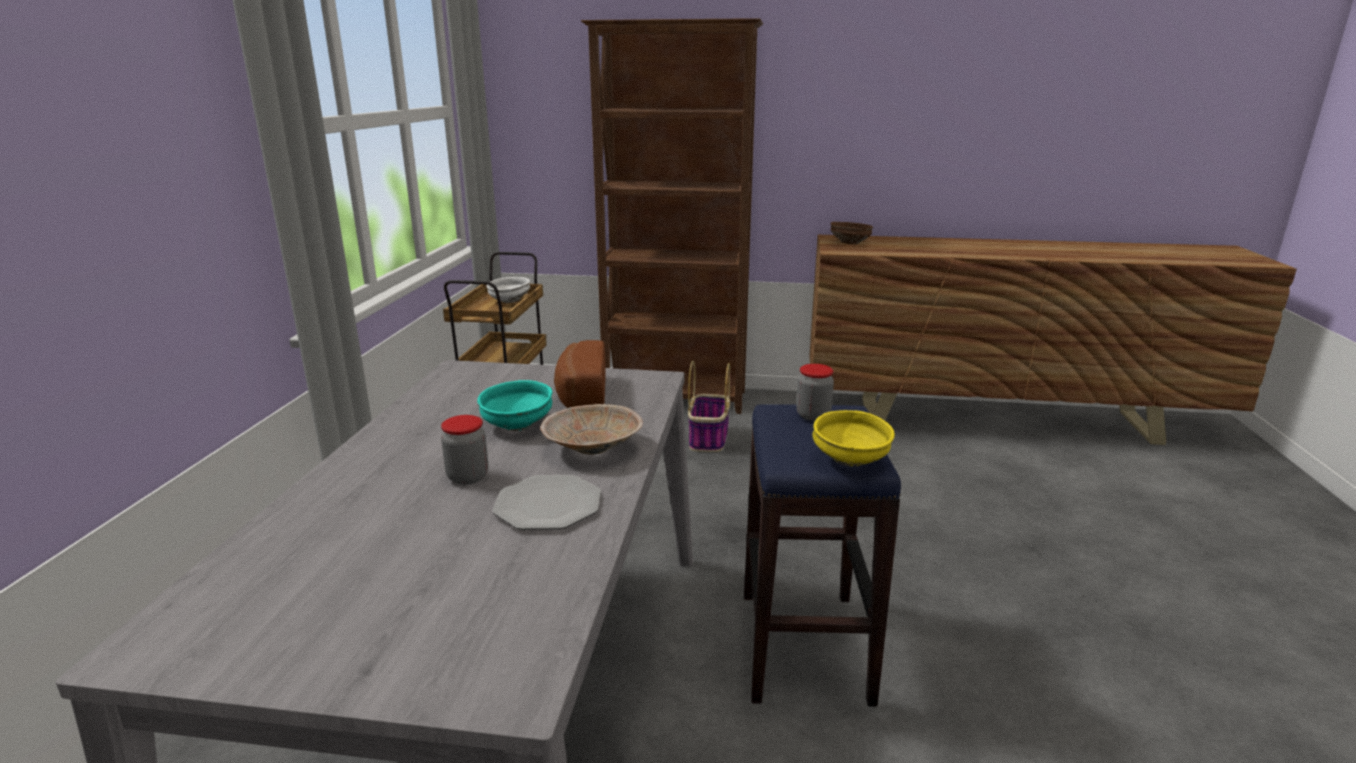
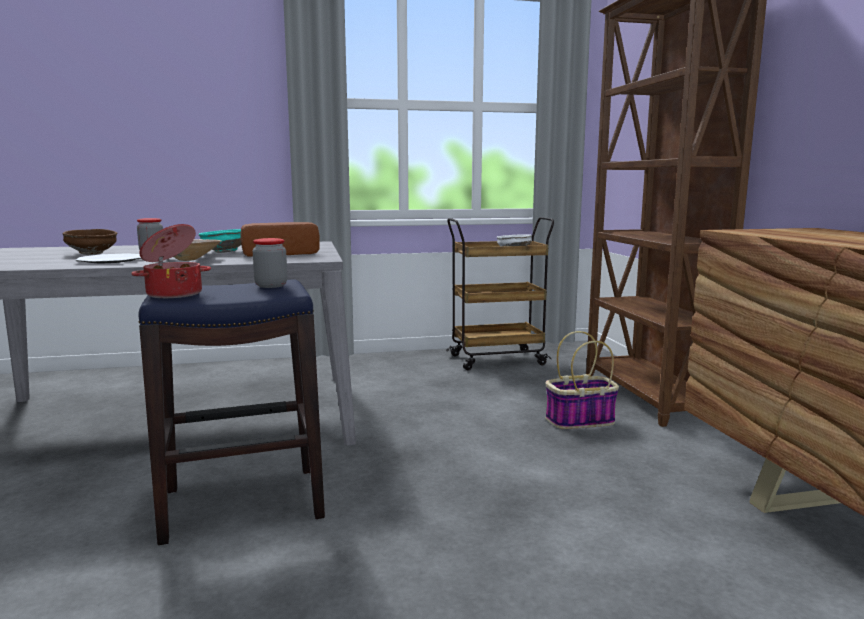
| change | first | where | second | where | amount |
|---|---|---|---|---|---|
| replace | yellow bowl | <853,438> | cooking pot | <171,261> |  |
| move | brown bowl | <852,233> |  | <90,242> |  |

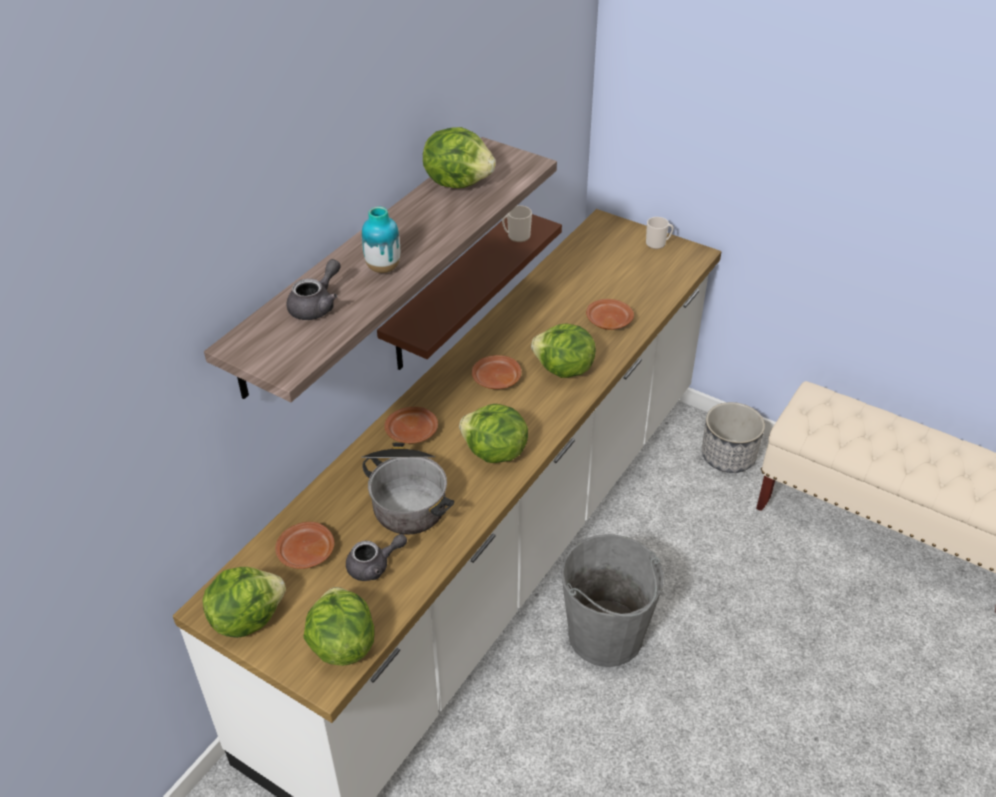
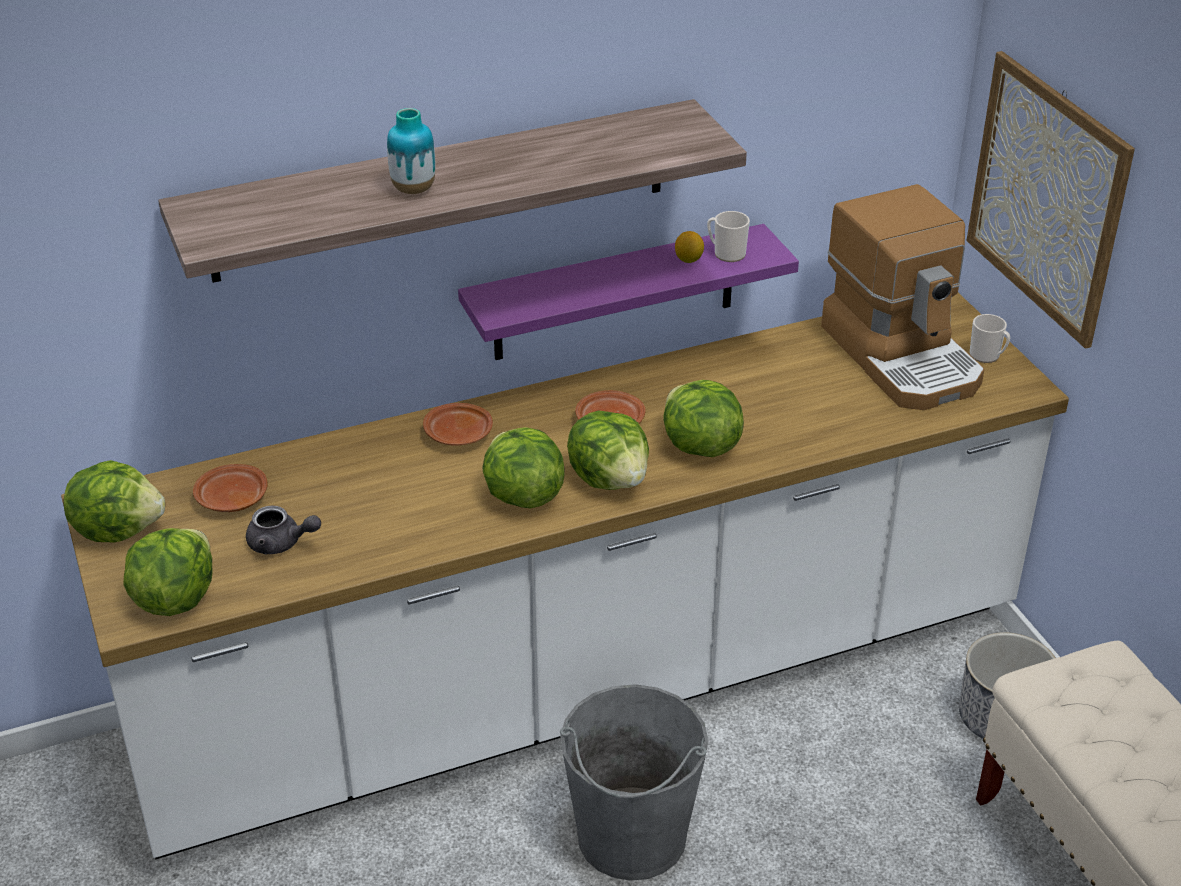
| change | first | where | second | where | amount |
|---|---|---|---|---|---|
| delete | grey teapot | <313,289> |  |  |  |
| delete | cooking pot | <407,488> |  |  |  |
| recolor | brown shelf | <469,292> | purple shelf | <628,292> |  |
| move | lettuce | <459,157> |  | <608,450> |  |
| delete | brown plate | <610,314> |  |  |  |
| insert |  |  | lemon | <689,247> |  |
| insert |  |  | coffee machine | <902,297> |  |
| insert |  |  | picture | <1050,200> |  |

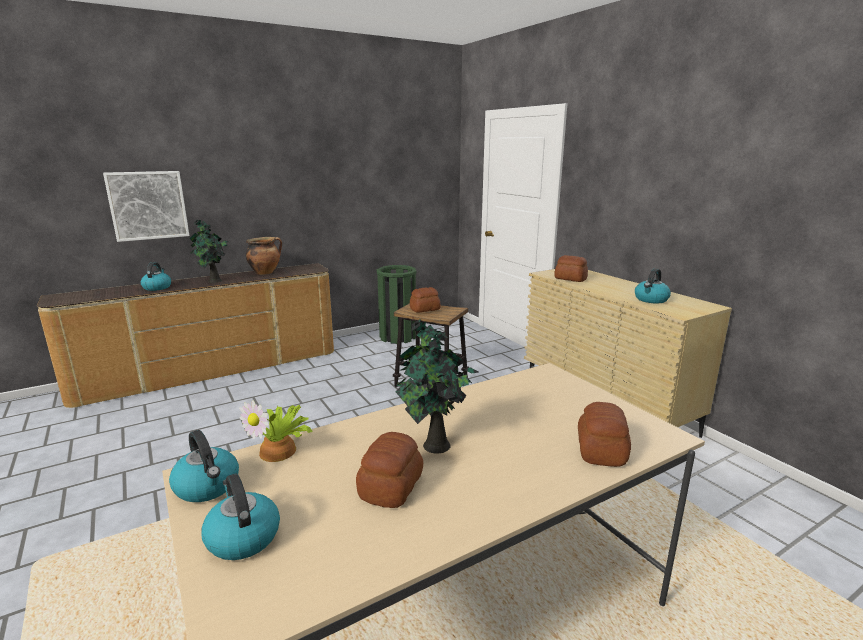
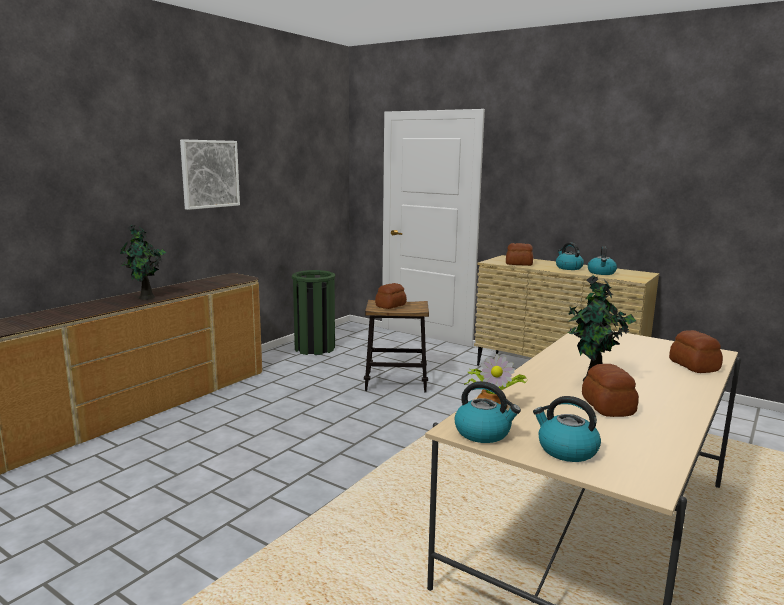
| change | first | where | second | where | amount |
|---|---|---|---|---|---|
| move | picture | <146,206> |  | <210,174> |  |
| move | kettle | <155,276> |  | <570,256> |  |
| delete | cooking pot | <264,256> |  |  |  |

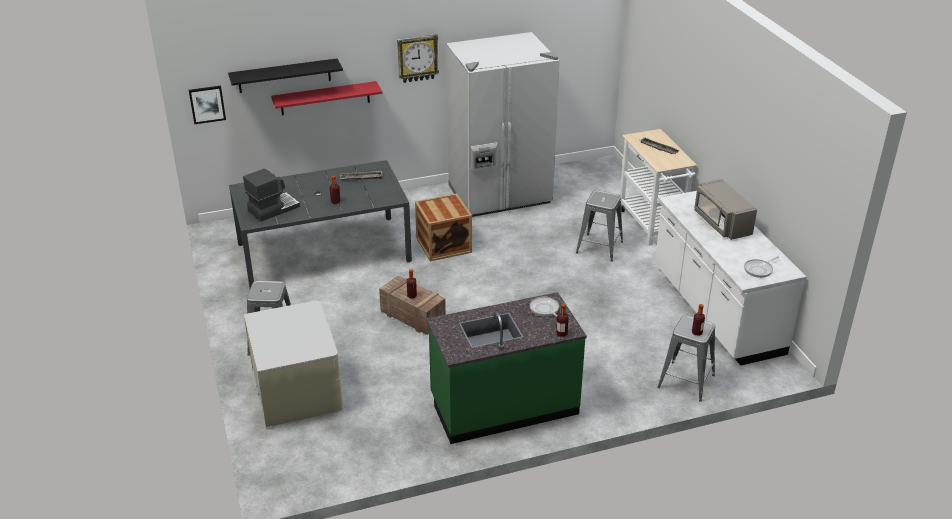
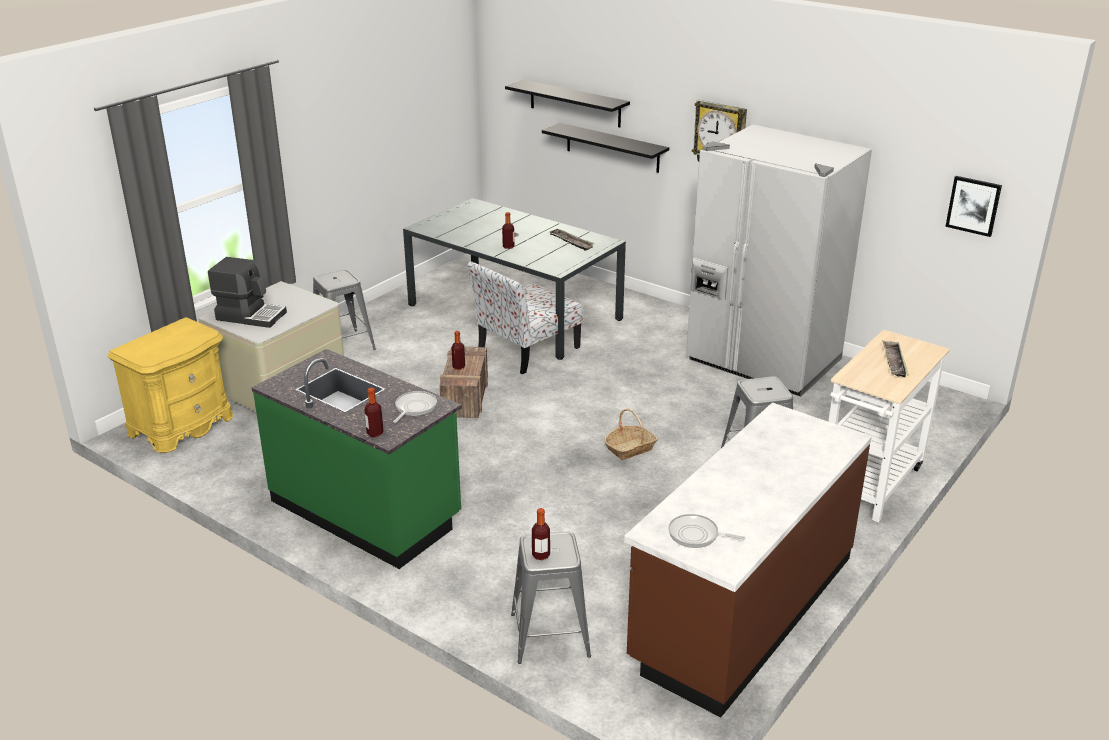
| change | first | where | second | where | amount |
|---|---|---|---|---|---|
| move | picture | <207,105> |  | <973,206> |  |
| move | coffee machine | <271,195> |  | <247,292> |  |
| recolor | red shelf | <327,98> | black shelf | <605,148> |  |
| delete | crate | <443,227> |  |  |  |
| recolor | white counter | <730,278> | brown counter | <748,560> |  |
| delete | grey microwave | <725,209> |  |  |  |
| insert |  |  | yellow nightstand | <170,385> |  |
| insert |  |  | chair | <525,317> |  |
| insert |  |  | basket | <631,434> |  |

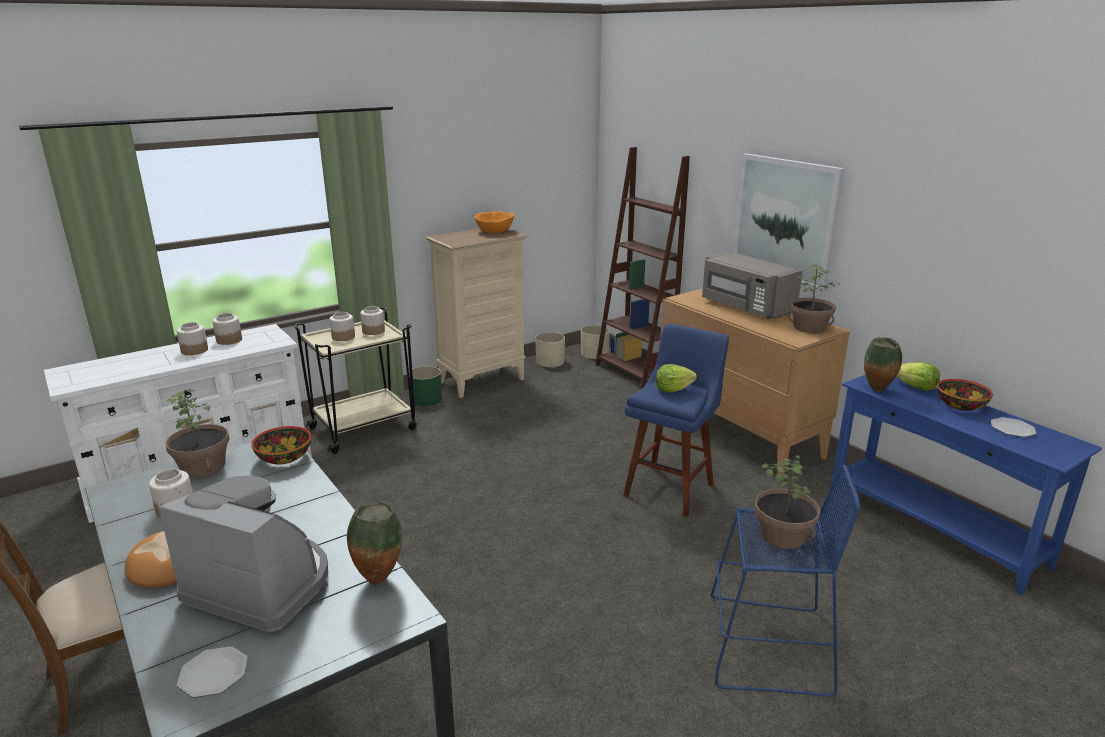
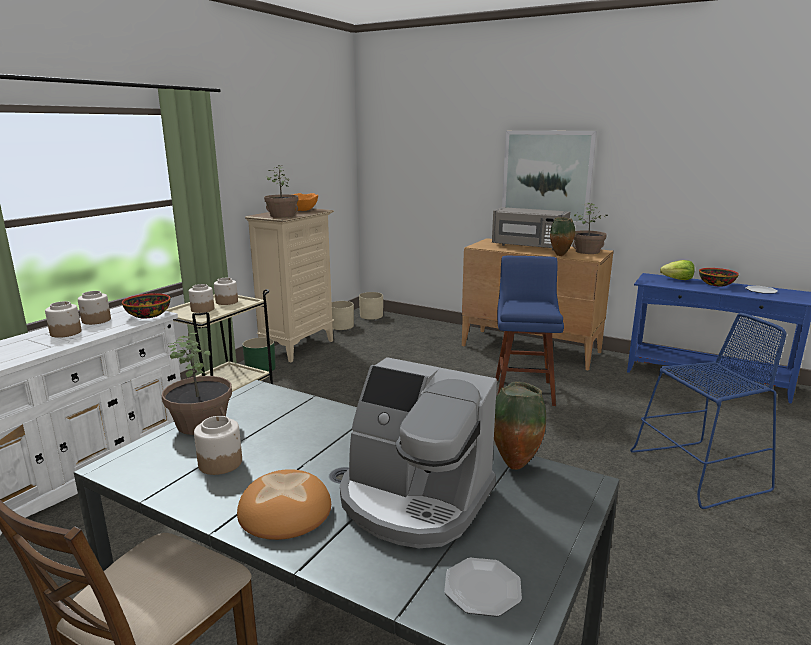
| change | first | where | second | where | amount |
|---|---|---|---|---|---|
| rotate | coffee machine | <243,554> |  | <418,452> | 150 degrees counterclockwise |
| move | bowl | <281,445> |  | <146,305> |  |
| delete | brown bookcase | <642,268> |  |  |  |
| delete | lettuce | <676,378> |  |  |  |
| move | potted plant | <787,502> |  | <281,191> |  |
| move | vase | <883,364> |  | <562,236> |  |

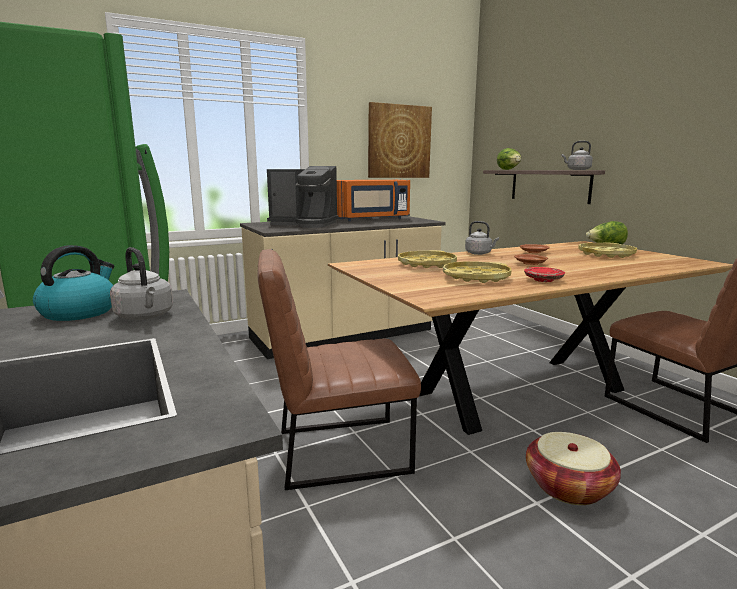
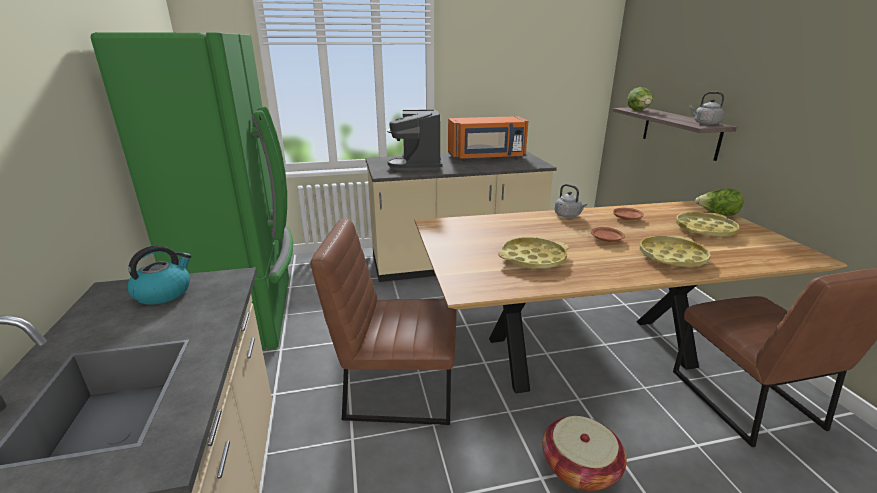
| change | first | where | second | where | amount |
|---|---|---|---|---|---|
| delete | grey kettle | <141,283> |  |  |  |
| rotate | coffee machine | <303,197> |  | <415,140> | 60 degrees clockwise |
| delete | picture | <400,140> |  |  |  |
| move | yellow tray | <427,259> |  | <675,251> |  |
| delete | red plate | <544,274> |  |  |  |

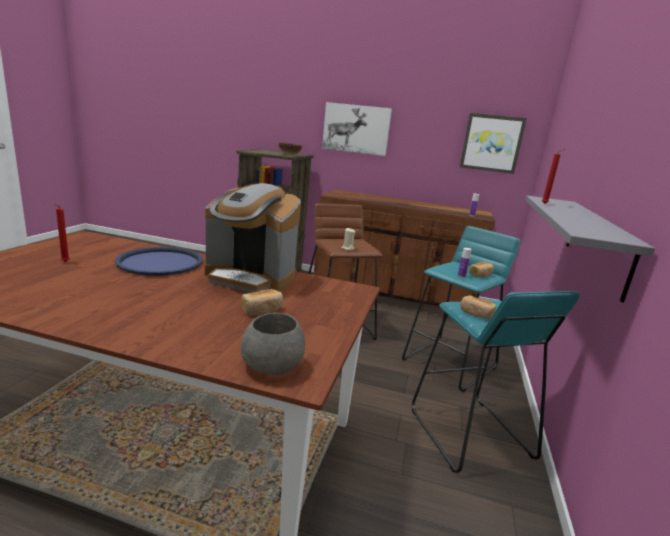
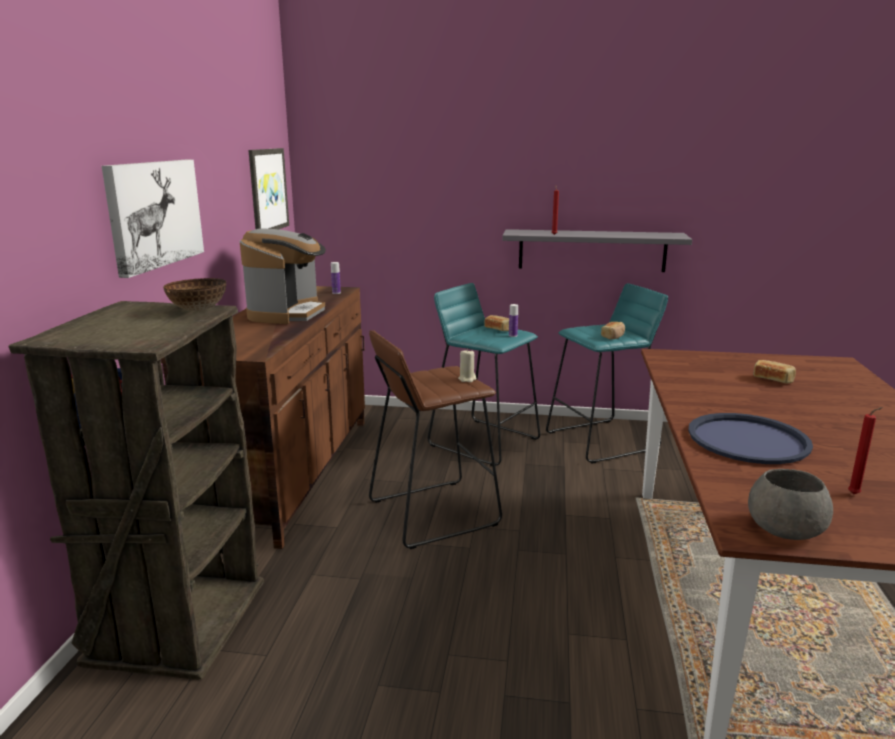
| change | first | where | second | where | amount |
|---|---|---|---|---|---|
| move | coffee machine | <253,238> |  | <283,276> |  |
| move | grey bowl | <273,344> |  | <790,504> |  |

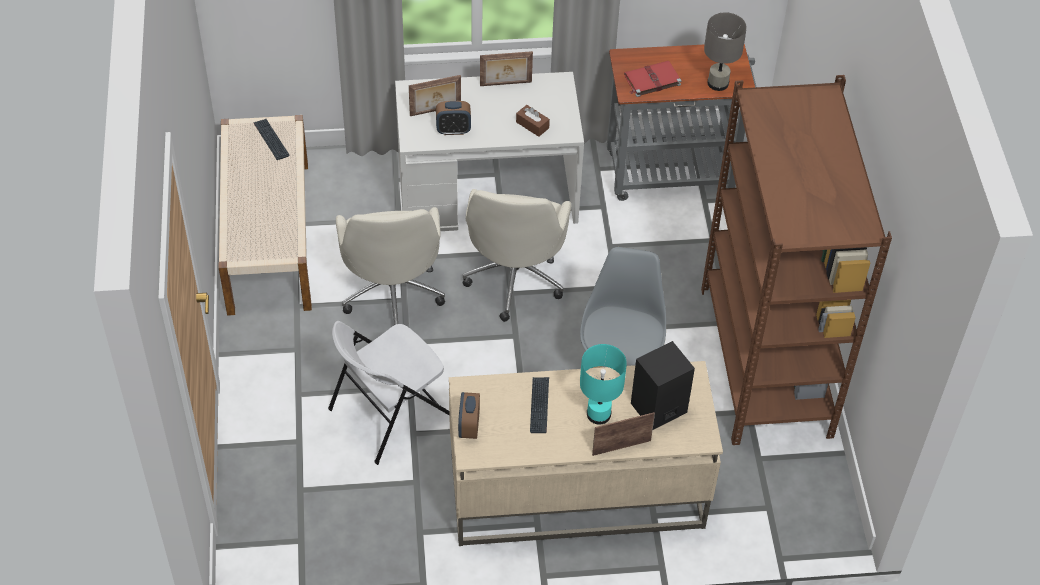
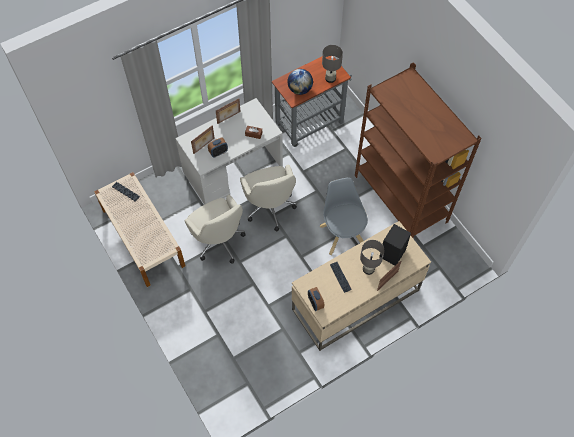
| change | first | where | second | where | amount |
|---|---|---|---|---|---|
| delete | white chair | <388,393> |  |  |  |
| recolor | turquoise table lamp | <603,384> | grey table lamp | <372,257> |  |
| replace | red book | <652,79> | globe | <300,82> |  |

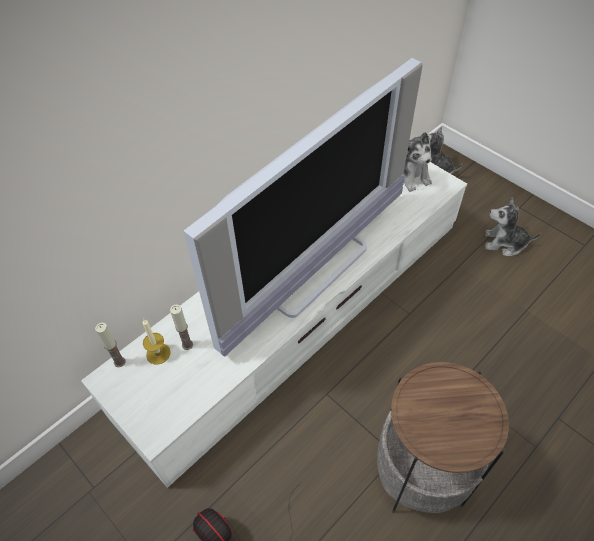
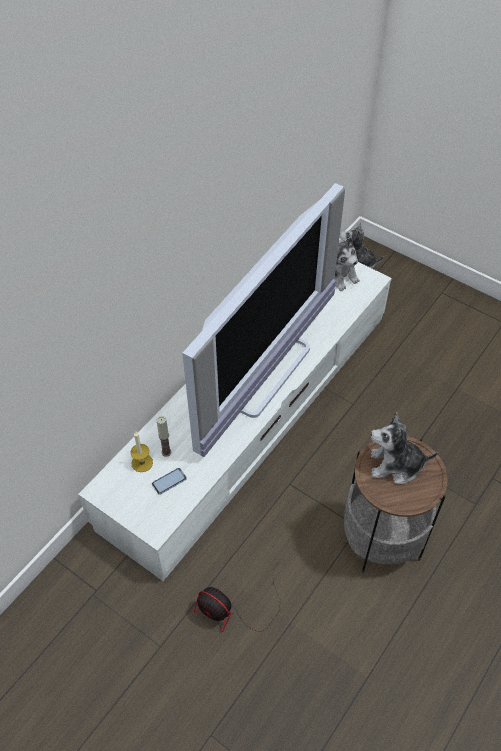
| change | first | where | second | where | amount |
|---|---|---|---|---|---|
| delete | candle | <110,345> |  |  |  |
| move | plush toy | <513,227> |  | <404,448> |  |
| insert |  |  | phone | <169,481> |  |

